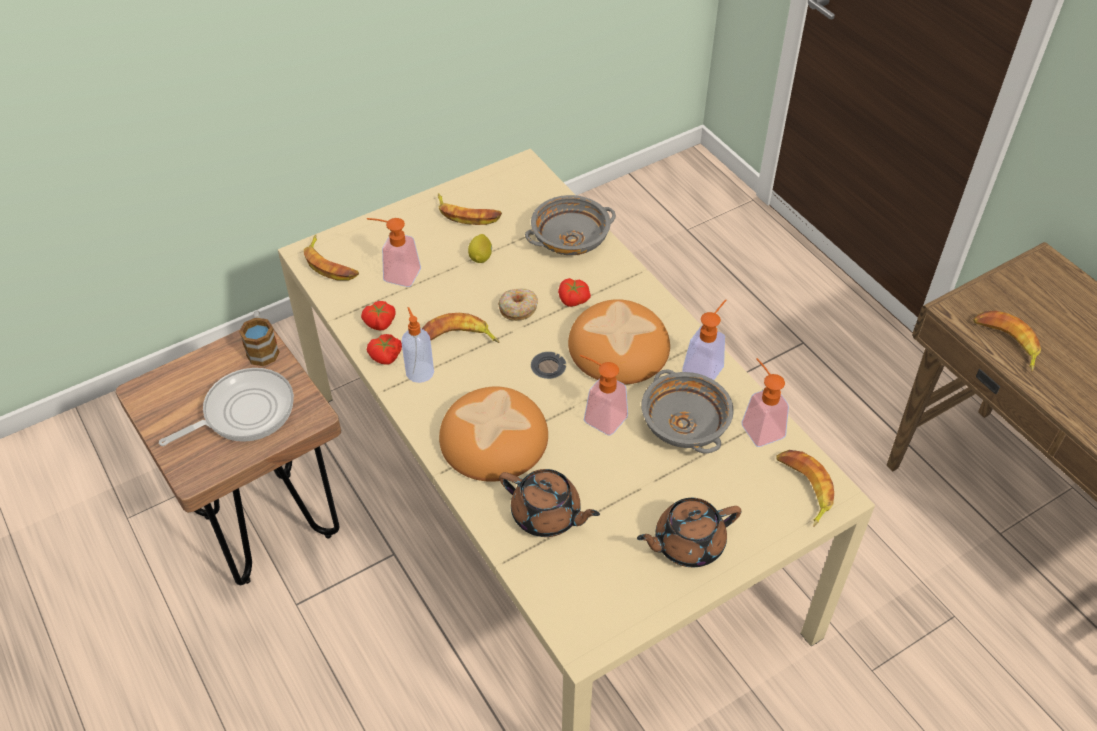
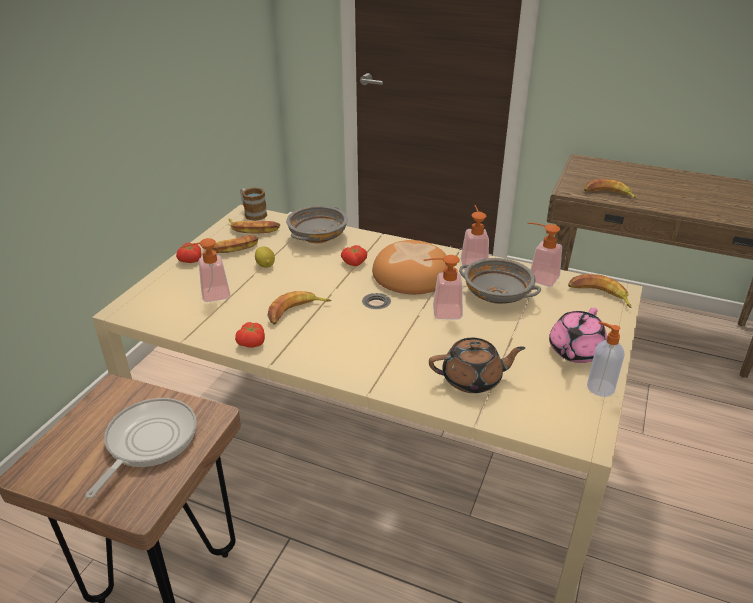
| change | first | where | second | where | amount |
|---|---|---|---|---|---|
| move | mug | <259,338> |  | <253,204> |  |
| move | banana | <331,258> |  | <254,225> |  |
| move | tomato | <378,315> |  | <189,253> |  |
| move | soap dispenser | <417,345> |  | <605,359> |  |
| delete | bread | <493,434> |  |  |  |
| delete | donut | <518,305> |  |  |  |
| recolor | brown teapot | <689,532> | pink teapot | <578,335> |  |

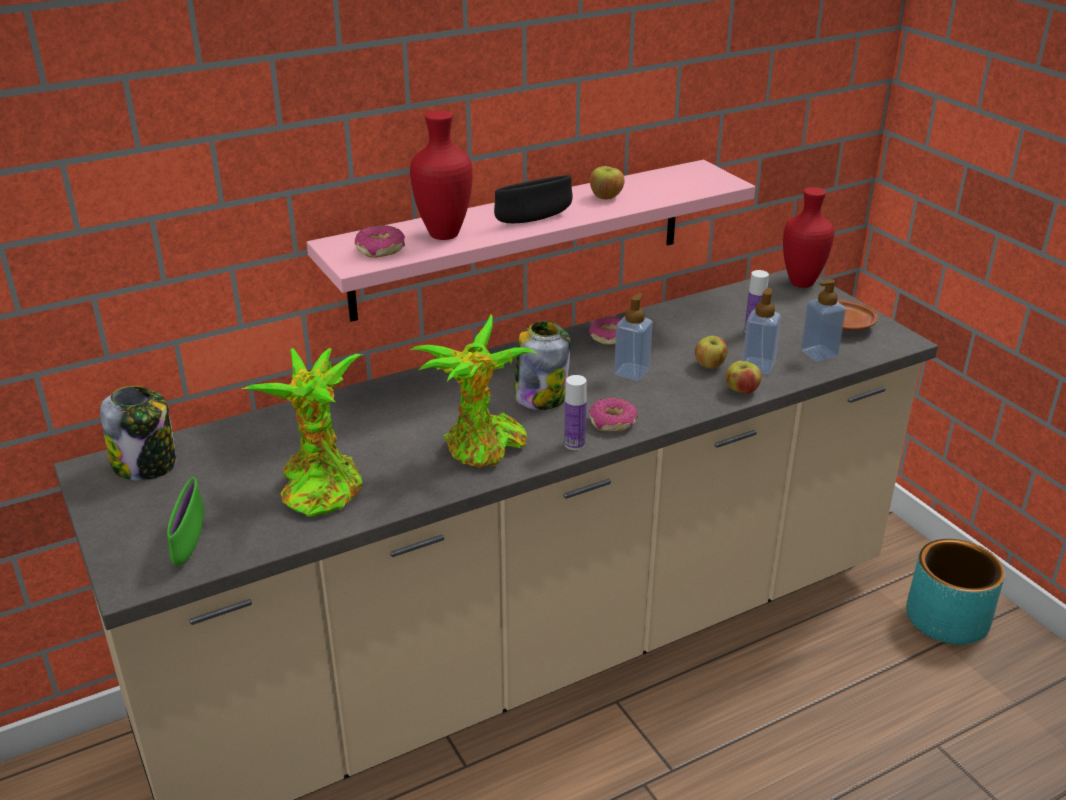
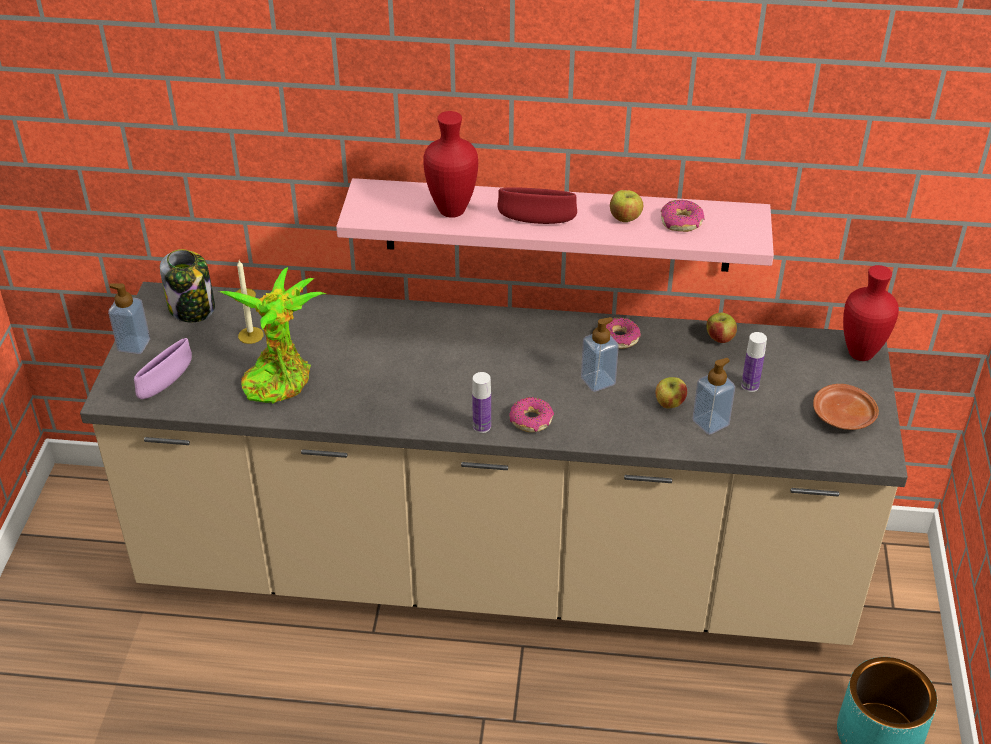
| change | first | where | second | where | amount |
|---|---|---|---|---|---|
| recolor | green bowl | <185,521> | purple bowl | <163,368> |  |
| move | donut | <380,241> |  | <682,216> |  |
| delete | potted plant | <473,391> |  |  |  |
| recolor | black bowl | <533,199> | red bowl | <537,205> |  |
| delete | jar | <542,365> |  |  |  |
| move | apple | <743,377> |  | <721,328> |  |
| move | soap dispenser | <823,320> |  | <129,318> |  |
| insert |  |  | candle | <249,302> |  |

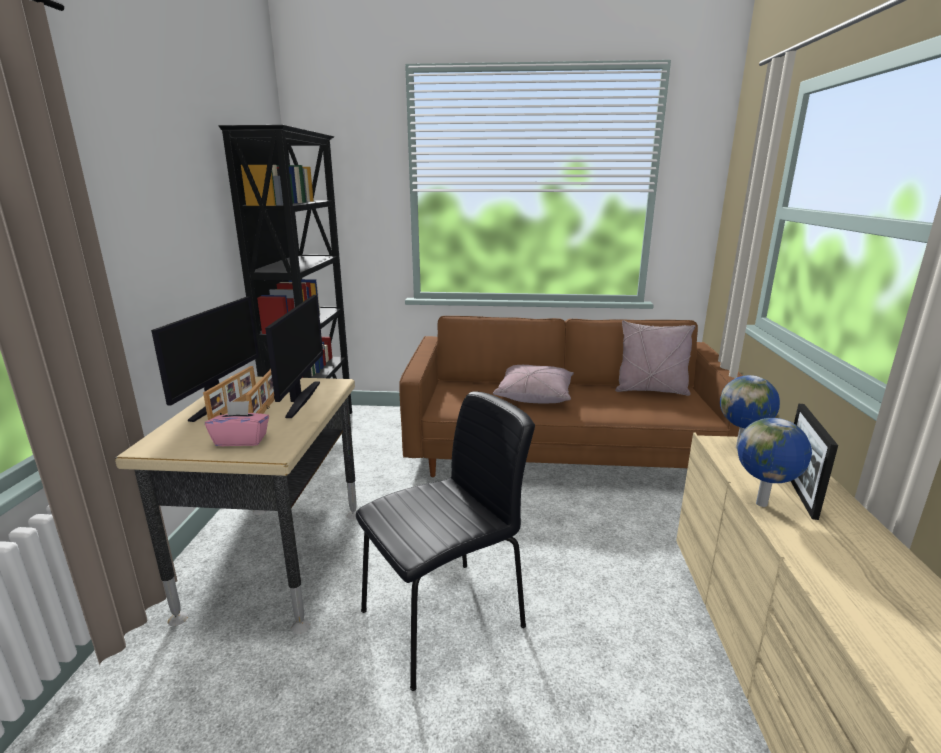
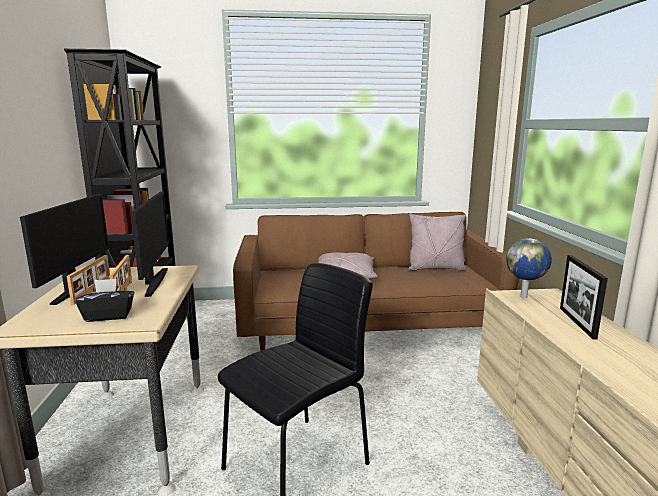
| change | first | where | second | where | amount |
|---|---|---|---|---|---|
| recolor | pink tissue box | <237,423> | black tissue box | <104,300> |  |
| delete | globe | <774,462> |  |  |  |

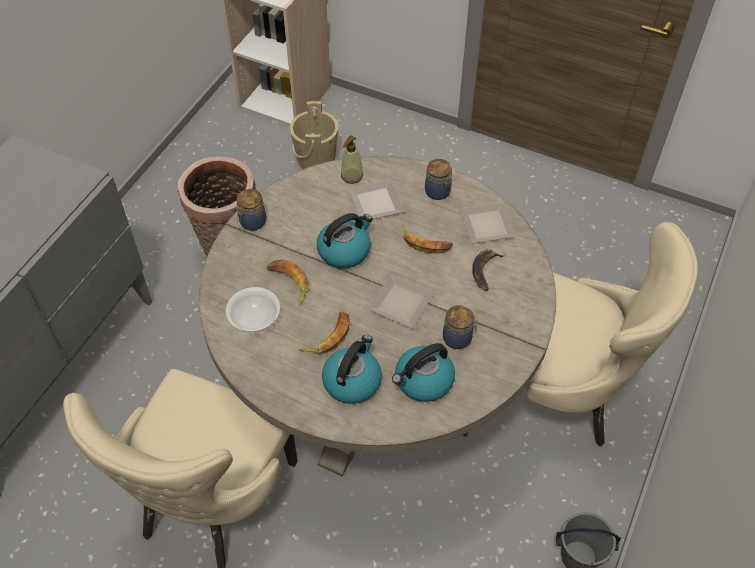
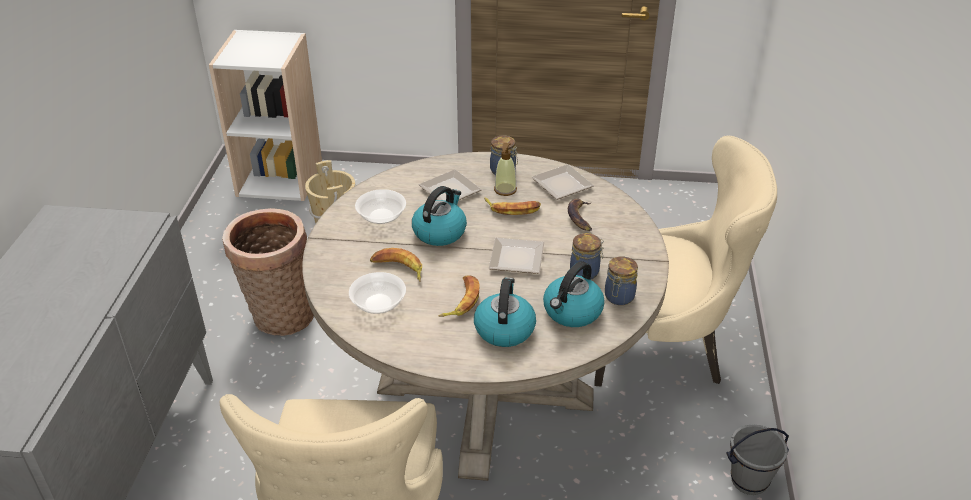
| change | first | where | second | where | amount |
|---|---|---|---|---|---|
| move | jar | <251,210> |  | <621,281> |  |
| move | soap dispenser | <352,159> |  | <505,169> |  |
| insert |  |  | bowl | <380,206> |  |

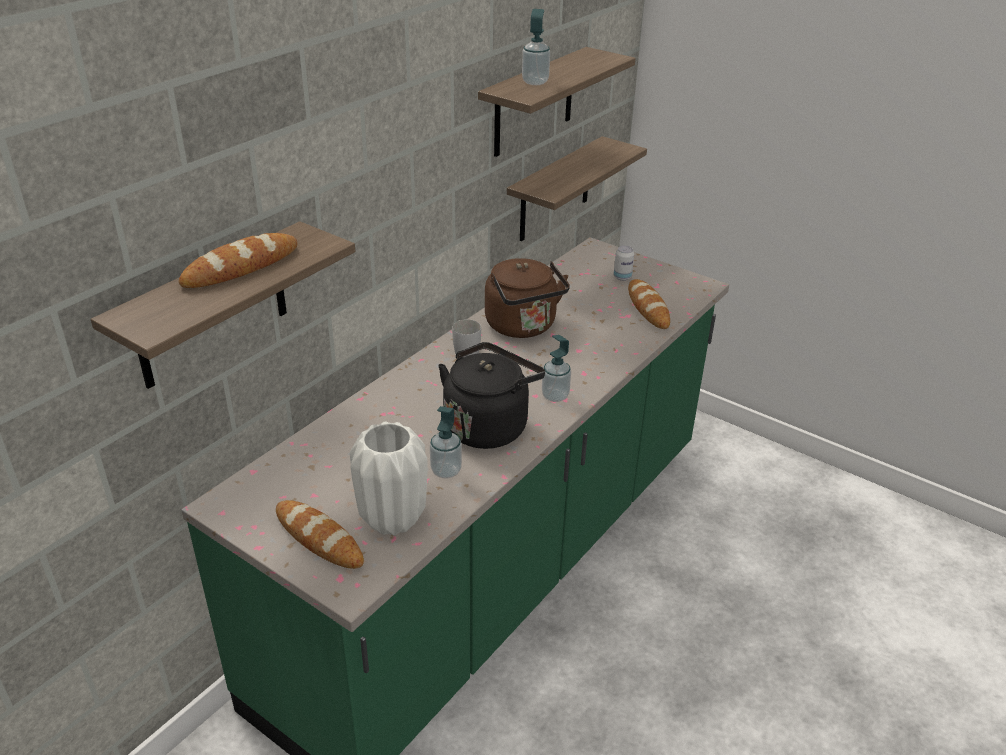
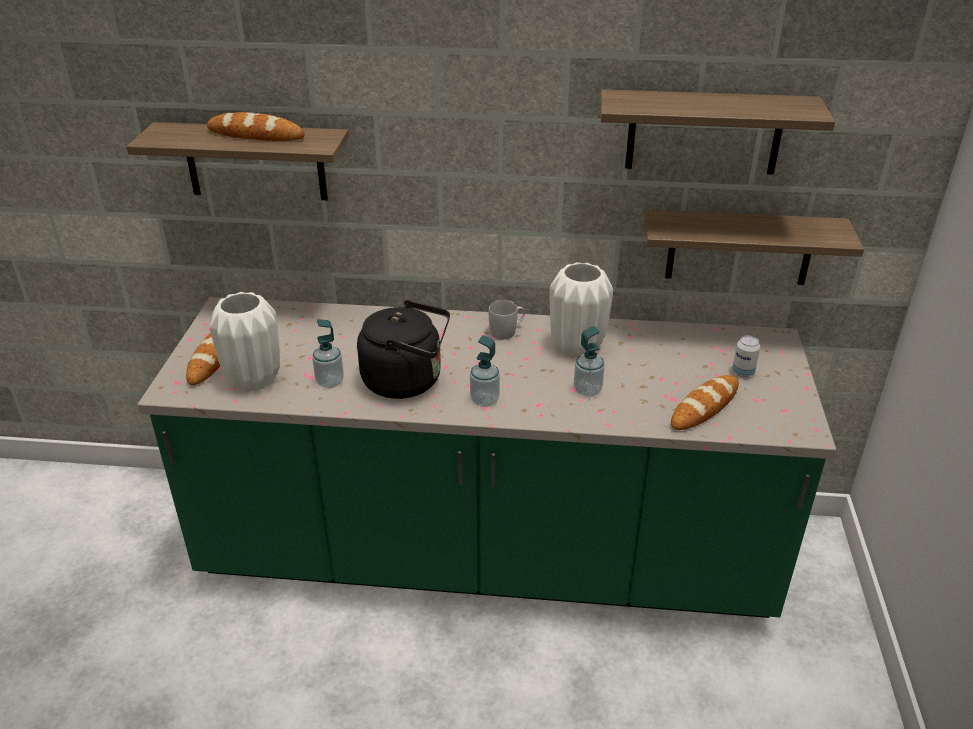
| change | first | where | second | where | amount |
|---|---|---|---|---|---|
| replace | brown kettle | <527,298> | white vase | <581,309> |  |
| move | soap dispenser | <536,47> |  | <589,361> |  |

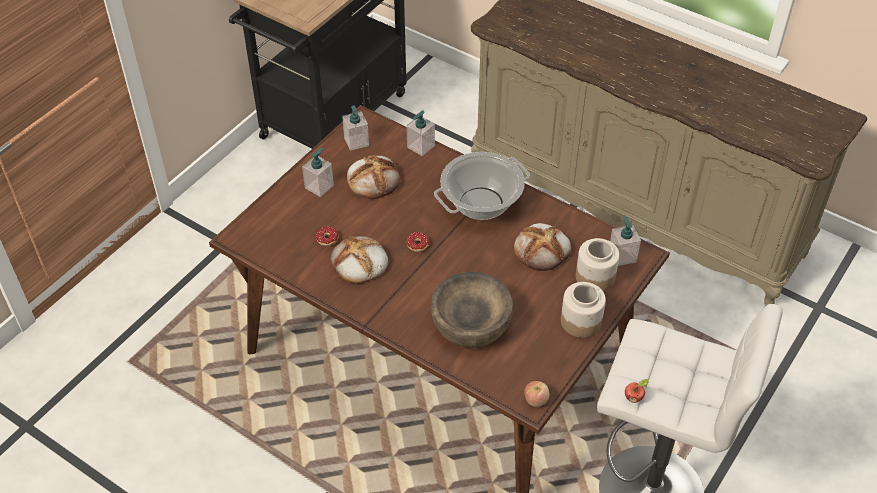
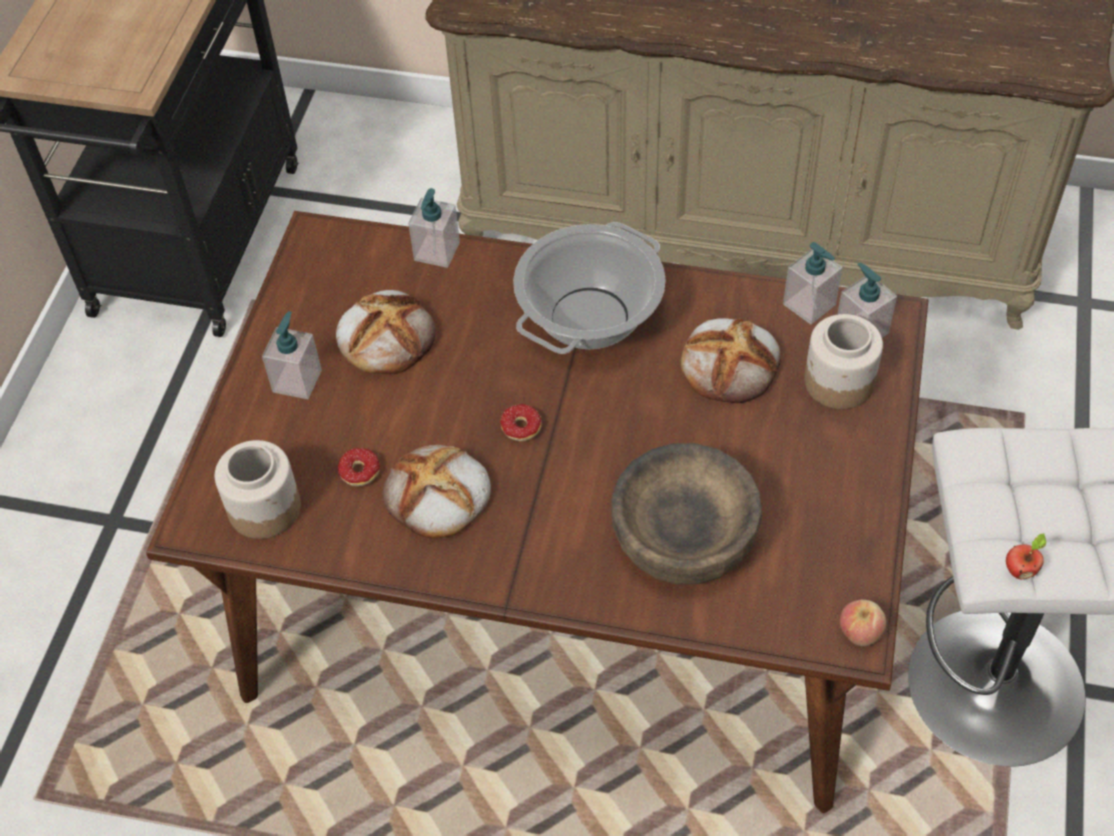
| change | first | where | second | where | amount |
|---|---|---|---|---|---|
| move | soap dispenser | <355,128> |  | <812,283> |  |
| move | jar | <583,310> |  | <258,489> |  |

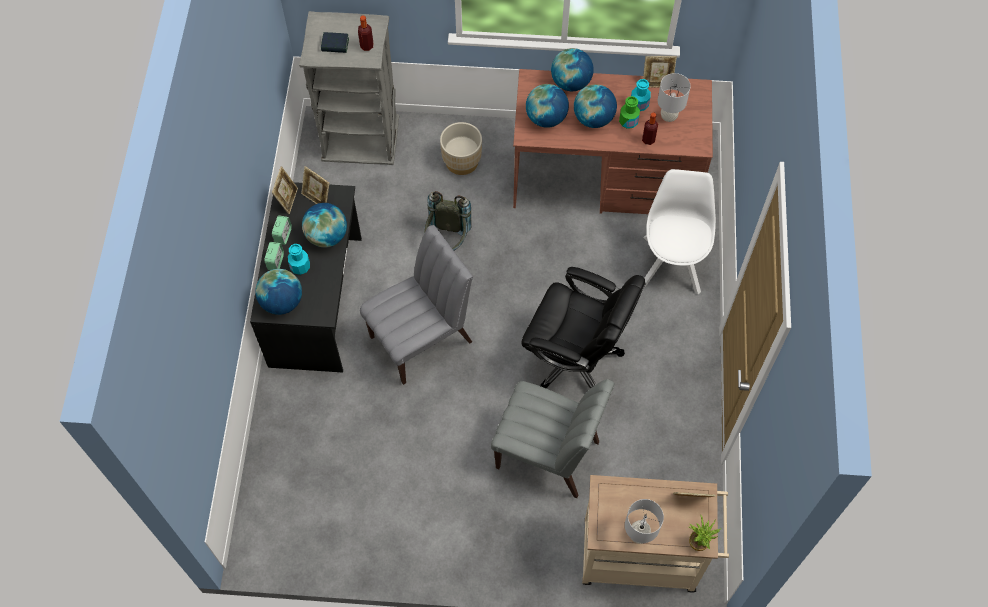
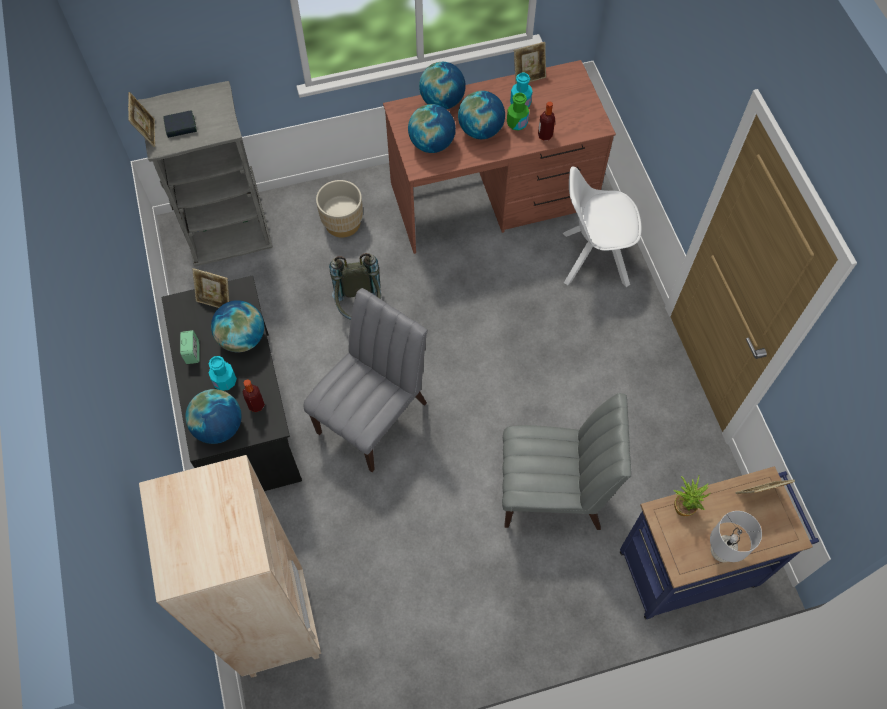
| change | first | where | second | where | amount |
|---|---|---|---|---|---|
| delete | alarm clock | <274,256> |  |  |  |
| move | picture frame | <285,190> |  | <141,119> |  |
| move | bottle | <366,33> |  | <254,395> |  |
| delete | black office chair | <583,328> |  |  |  |
| recolor | beige cart | <655,533> | blue cart | <719,543> |  |
| rotate | white chair | <679,232> |  | <602,227> | 75 degrees counterclockwise |
| delete | grey table lamp | <674,97> |  |  |  |
| move | potted plant | <705,533> |  | <691,496> |  |
| insert |  |  | beige bookcase | <230,566> |  |

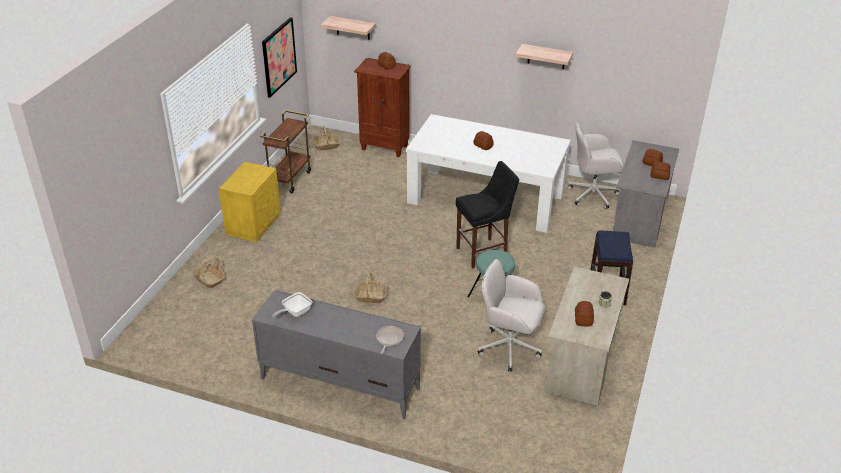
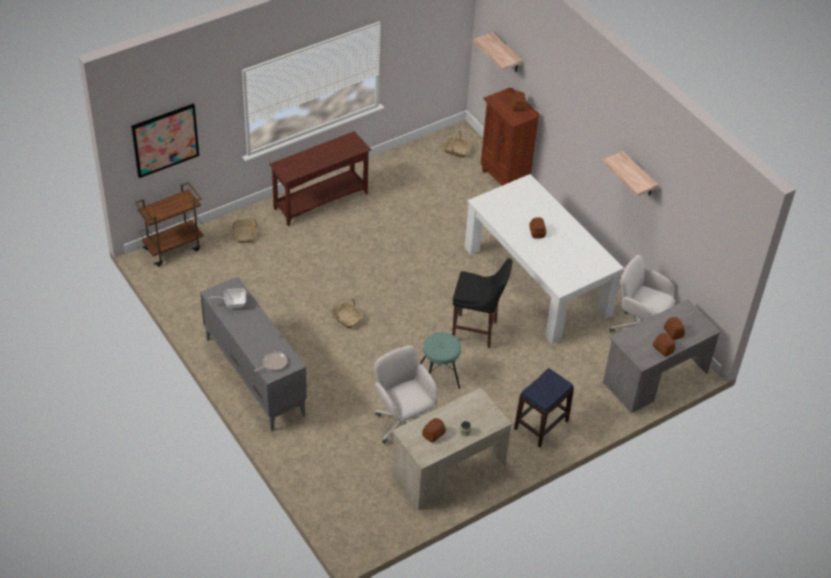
| change | first | where | second | where | amount |
|---|---|---|---|---|---|
| replace | yellow nightstand | <250,202> | brown console table | <320,178> |  |
| move | brown cart | <285,152> |  | <169,224> |  |
| move | picture | <279,57> |  | <165,141> |  |

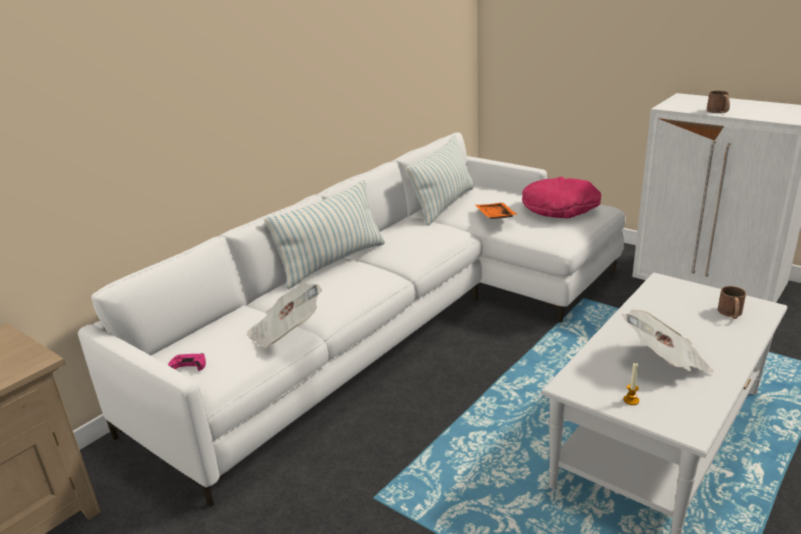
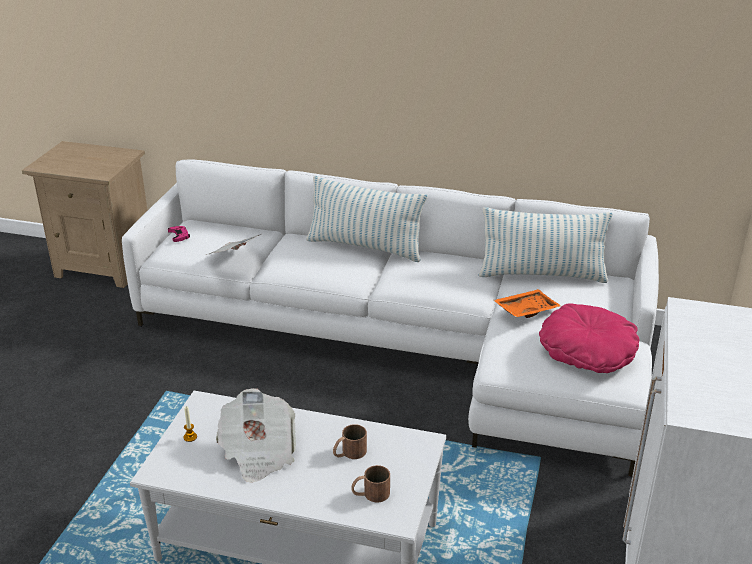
| change | first | where | second | where | amount |
|---|---|---|---|---|---|
| move | brown mug | <718,102> |  | <350,441> |  |

